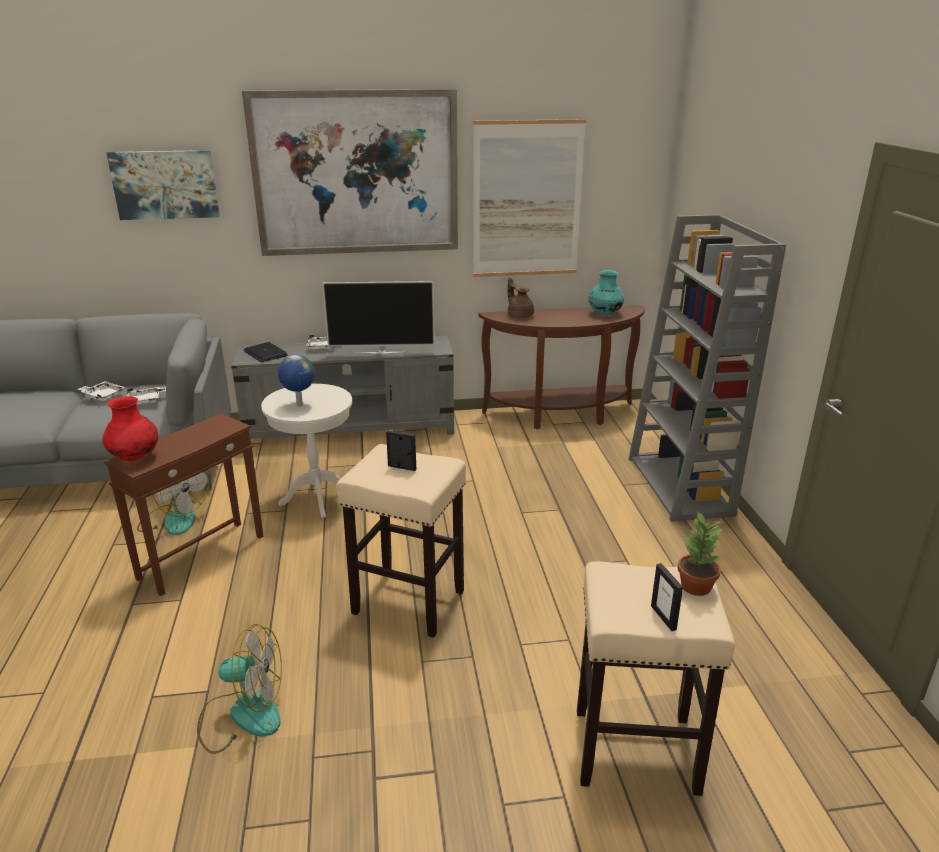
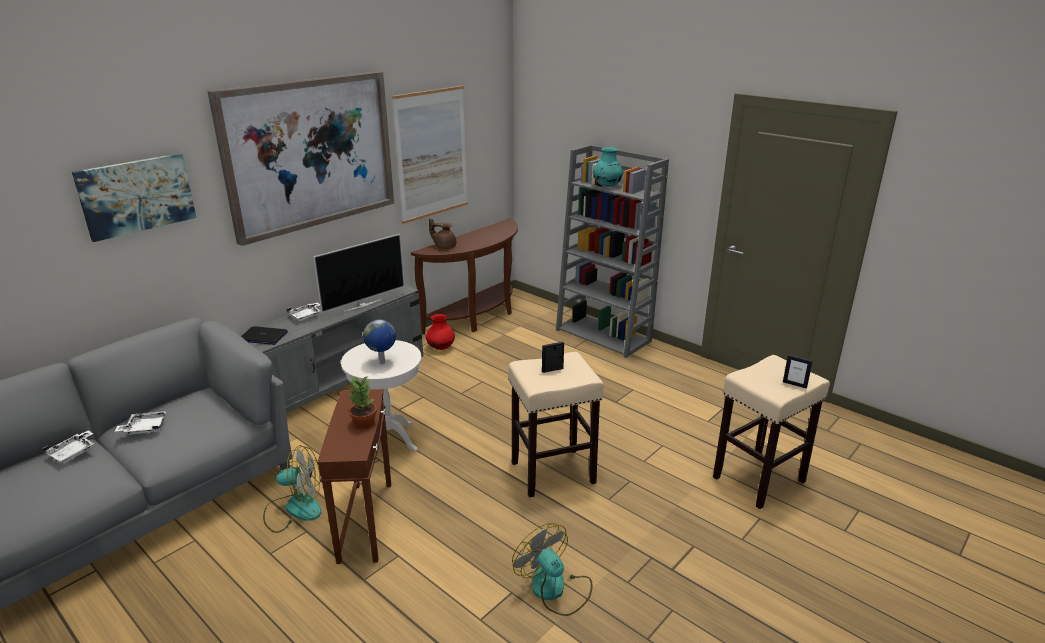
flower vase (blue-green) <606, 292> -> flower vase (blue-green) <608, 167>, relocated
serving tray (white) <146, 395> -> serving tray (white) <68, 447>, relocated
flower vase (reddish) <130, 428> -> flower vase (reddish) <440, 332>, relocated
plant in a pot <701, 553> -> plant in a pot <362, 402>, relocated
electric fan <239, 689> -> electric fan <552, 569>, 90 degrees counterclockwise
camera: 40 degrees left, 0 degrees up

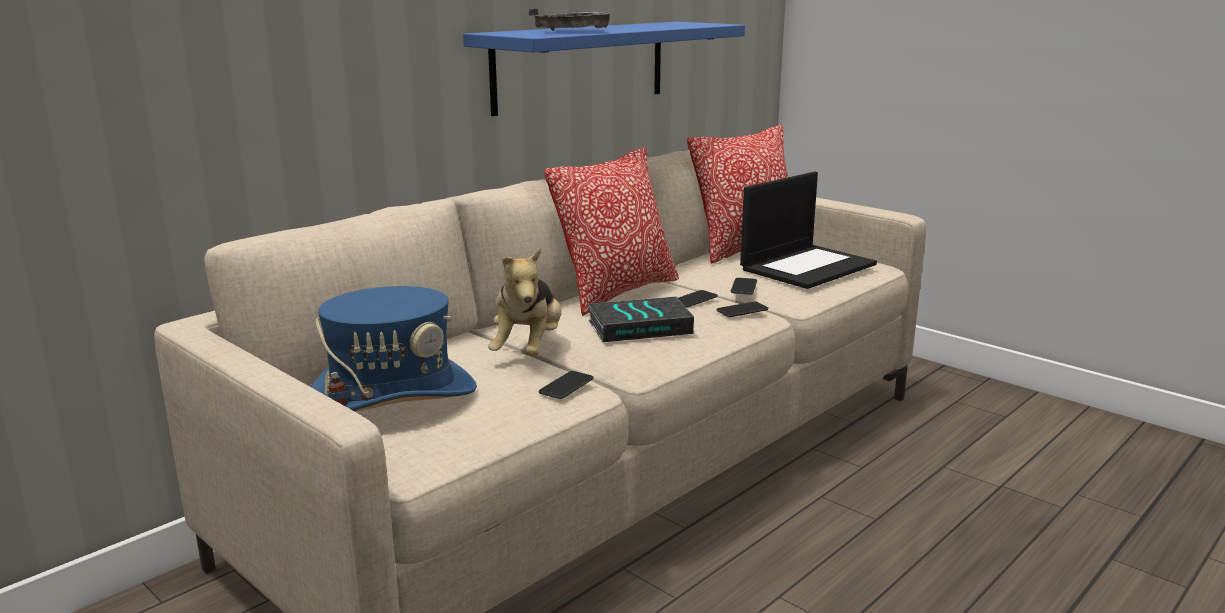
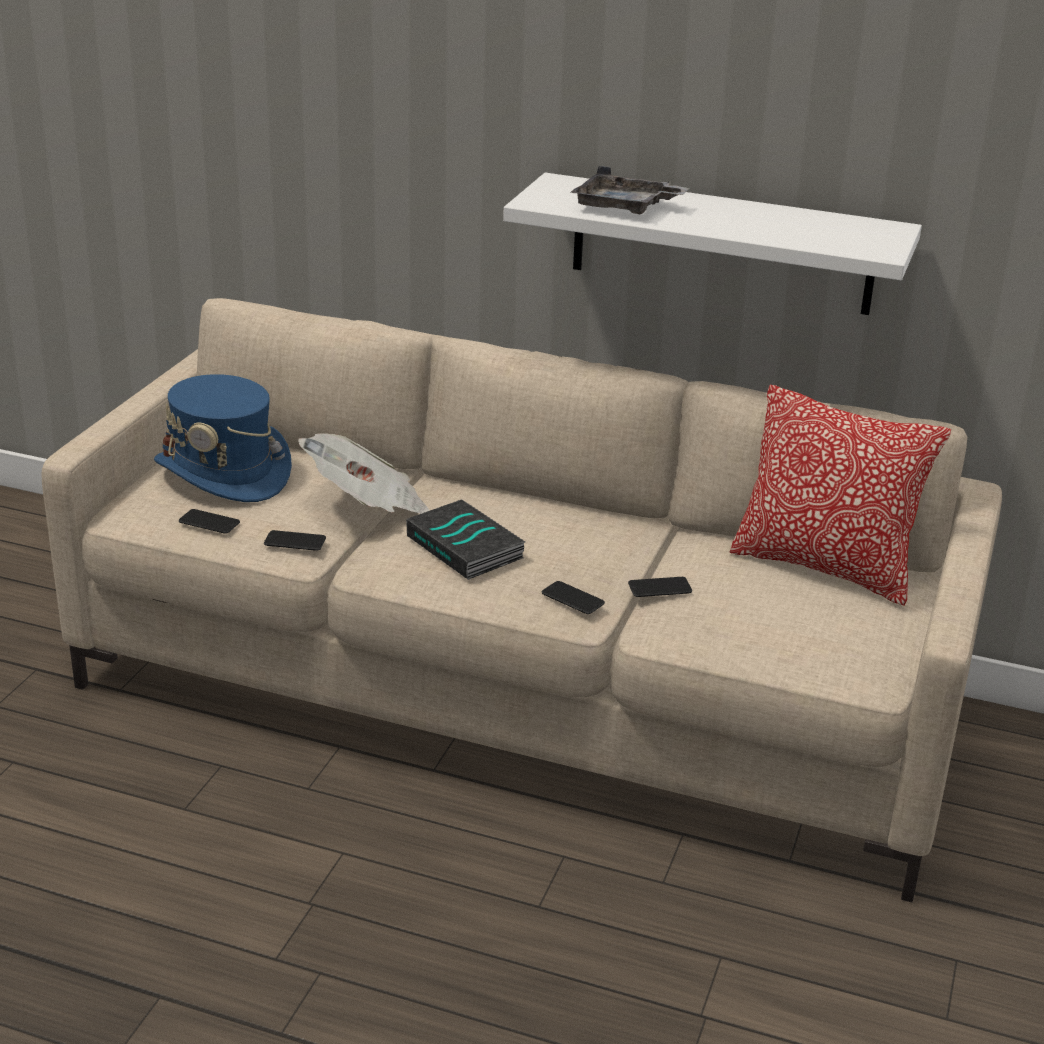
shelf (blue-coloured) <604, 69> -> shelf (white) <712, 244>
throw pillow <611, 231> -> none
portable computer <808, 230> -> none
plush toy <525, 302> -> newspaper <364, 473>
handset <698, 298> -> handset <209, 521>, relocated
camera: 65 degrees right, 10 degrees up

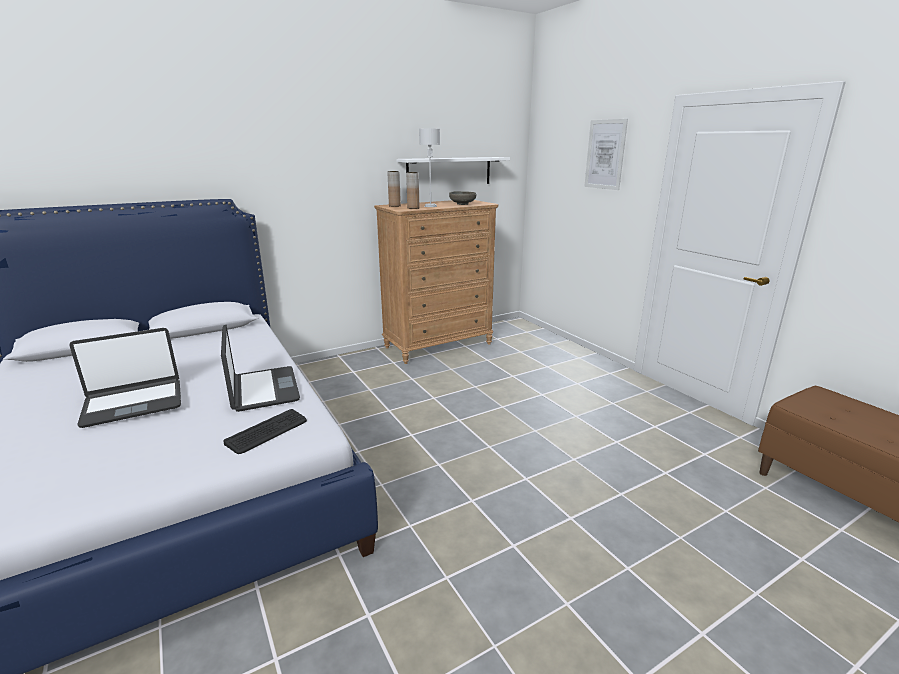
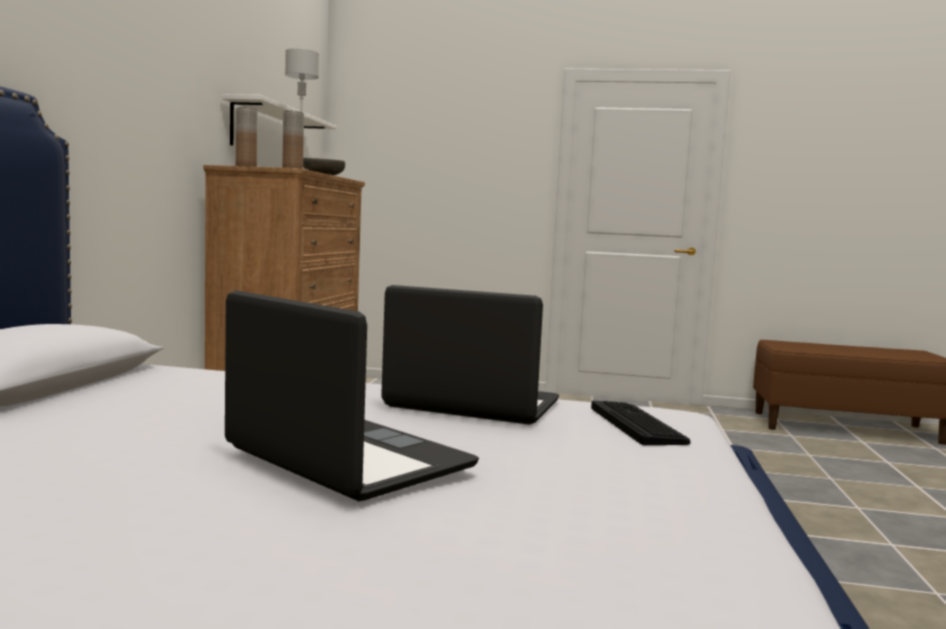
picture <606, 154> -> none
portable computer <125, 378> -> portable computer <352, 395>, 60 degrees counterclockwise
camera: 50 degrees left, 15 degrees down

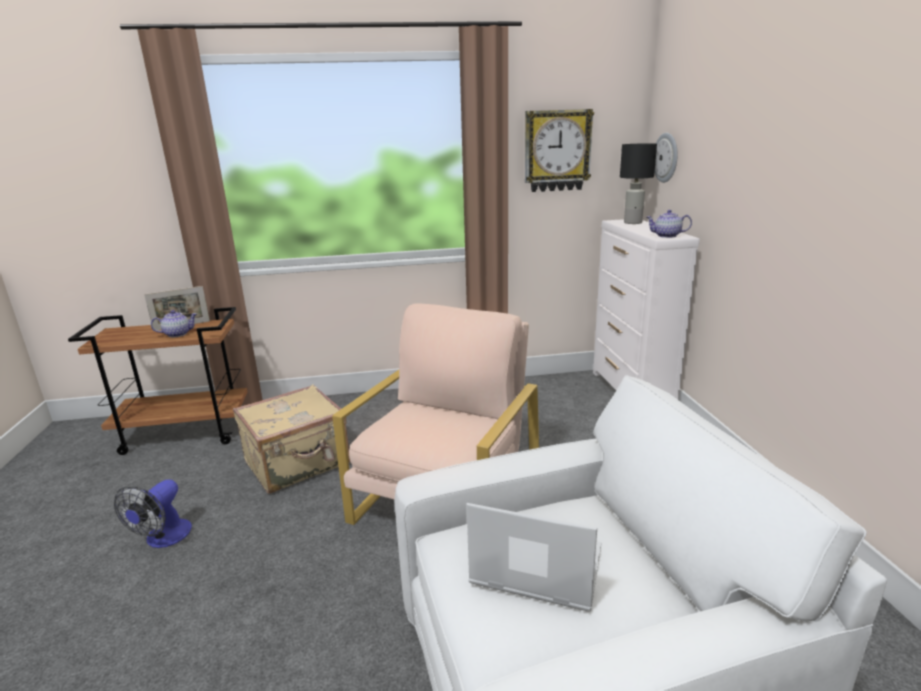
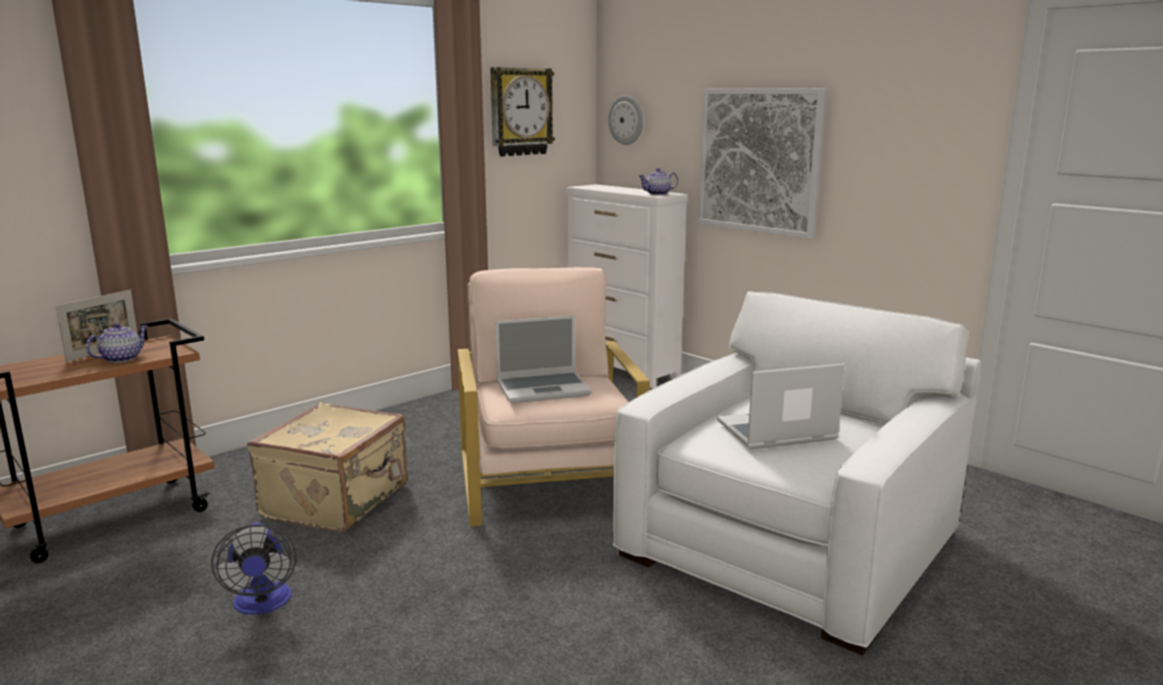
lamp for a table (black) <638, 183> -> none
none -> picture <762, 163>
none -> portable computer <543, 359>
camera: 35 degrees left, 5 degrees down

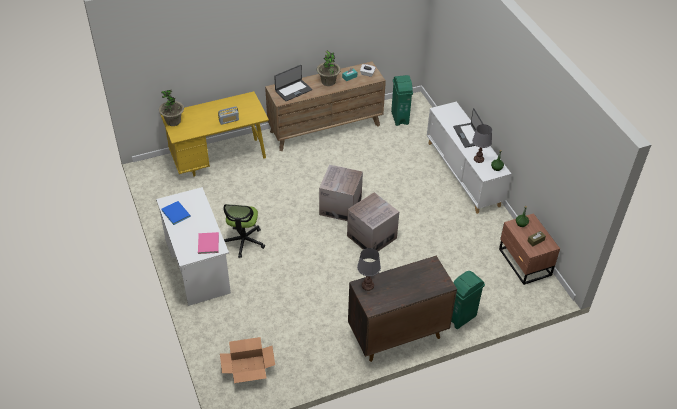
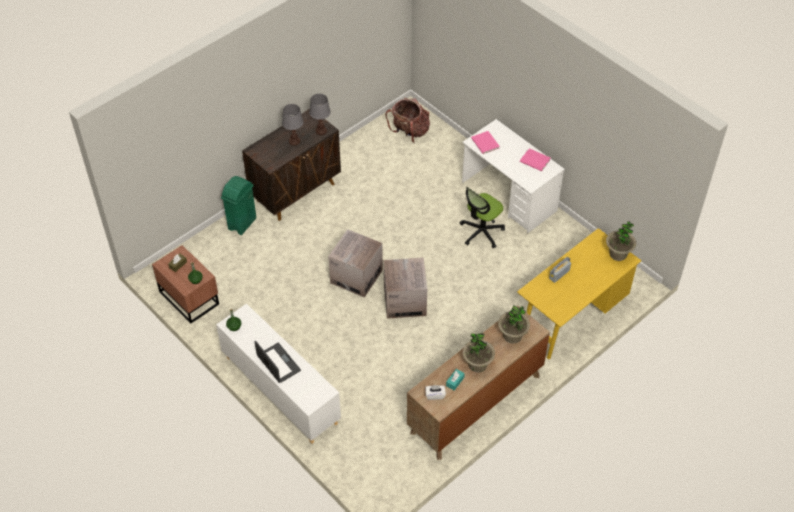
portable computer <293, 83> -> plant in a pot <514, 324>
waste bin (greenish) <402, 100> -> none
lamp for a table (greyish) <482, 143> -> lamp for a table (greyish) <292, 125>, relocated
volume (blue-coloured) <176, 213> -> volume (pinkish) <535, 159>
office chair <244, 231> -> office chair <482, 217>, 120 degrees counterclockwise
cardboard box <247, 360> -> knapsack <407, 120>
camera: 160 degrees right, 5 degrees up

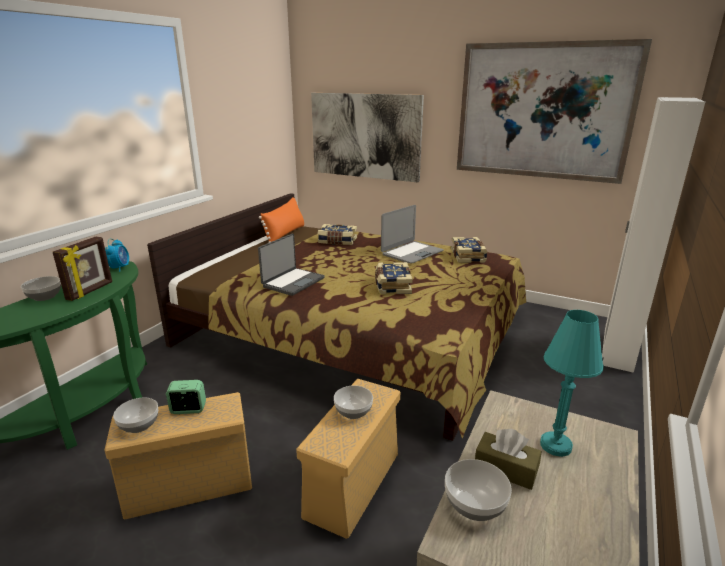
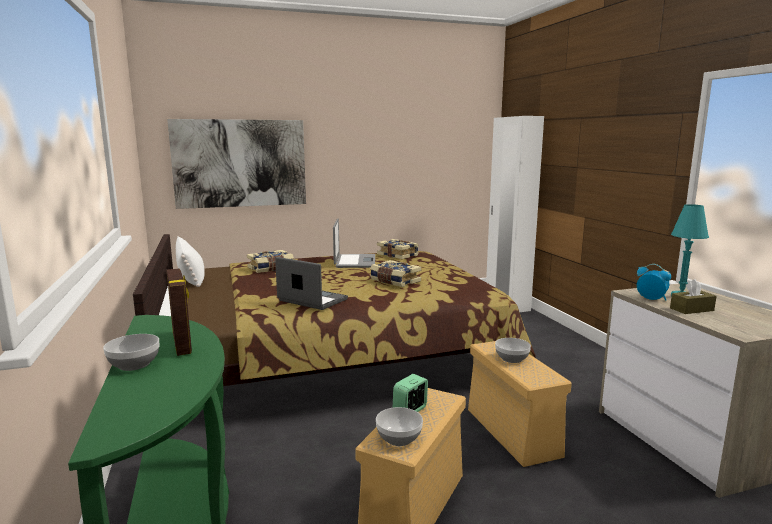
picture <554, 111> -> none
throw pillow (orangey) <281, 220> -> throw pillow (white) <190, 261>
portable computer <291, 265> -> portable computer <311, 283>, 45 degrees counterclockwise
alarm clock <117, 255> -> alarm clock <654, 282>, relocated
bowl <478, 490> -> none
camera: 45 degrees left, 10 degrees down

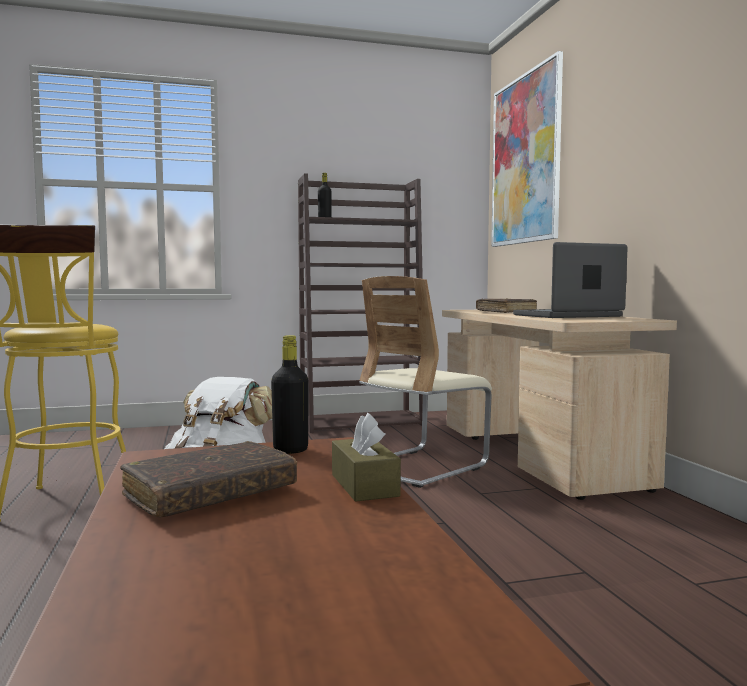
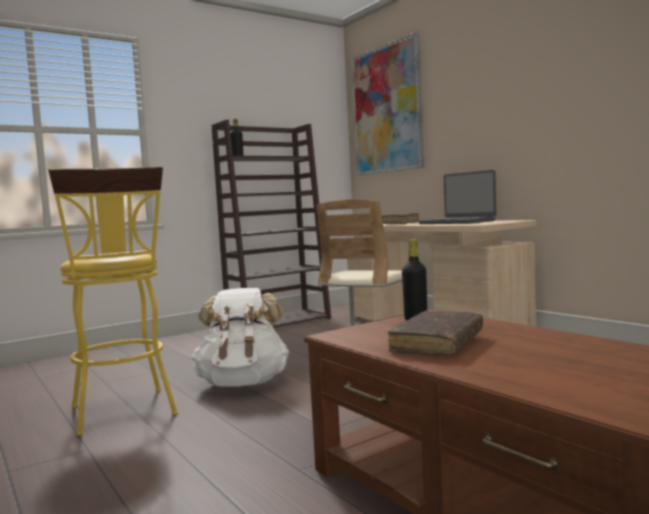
portable computer <570, 280> -> portable computer <458, 197>, 90 degrees counterclockwise
tissue box (brown) <366, 457> -> none
camera: 20 degrees left, 0 degrees up

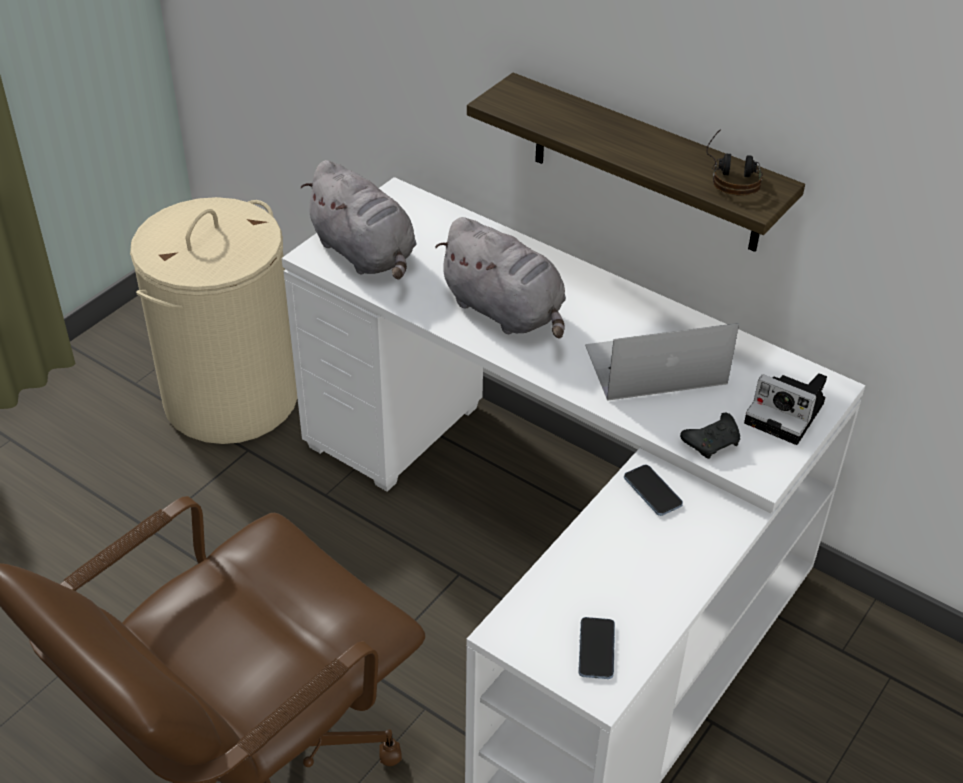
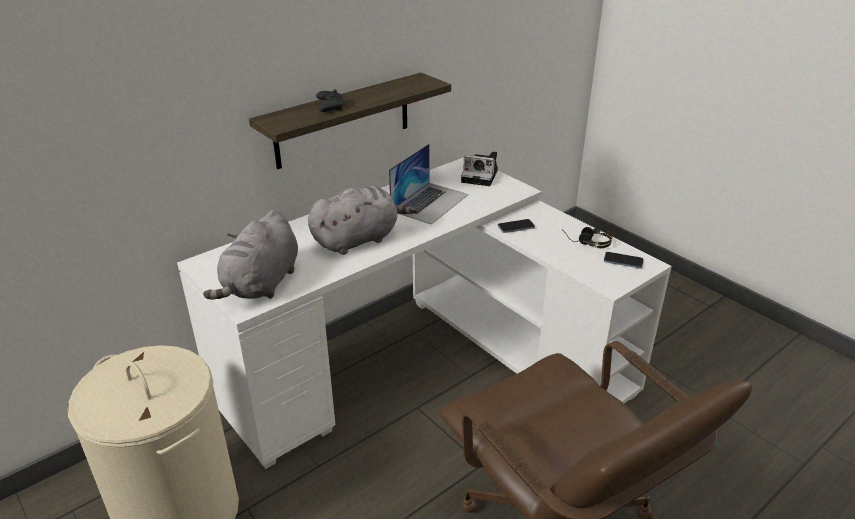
headphones <734, 162> -> headphones <587, 237>, relocated
plush toy (greyish) <359, 220> -> plush toy (greyish) <250, 255>, 135 degrees clockwise
portable computer <662, 362> -> portable computer <428, 184>, 150 degrees counterclockwise
still camera <785, 409> -> still camera <479, 169>, 60 degrees clockwise
joypad (black) <710, 436> -> joypad (black) <330, 101>, relocated
camera: 75 degrees left, 10 degrees down

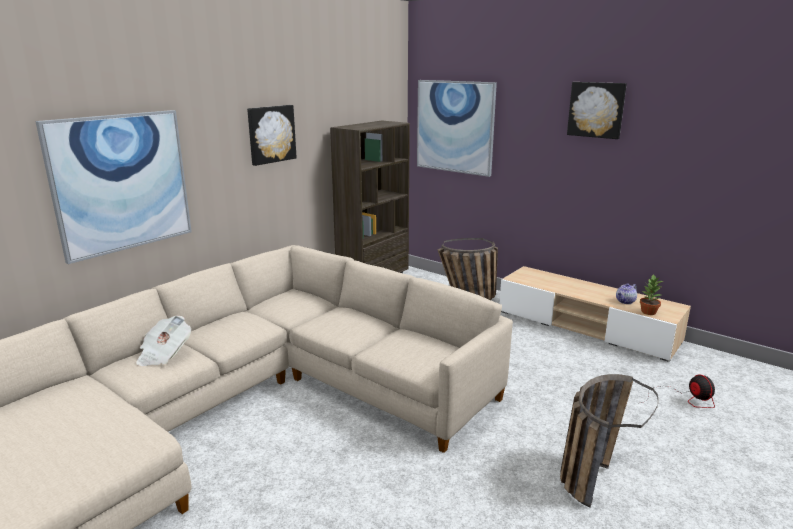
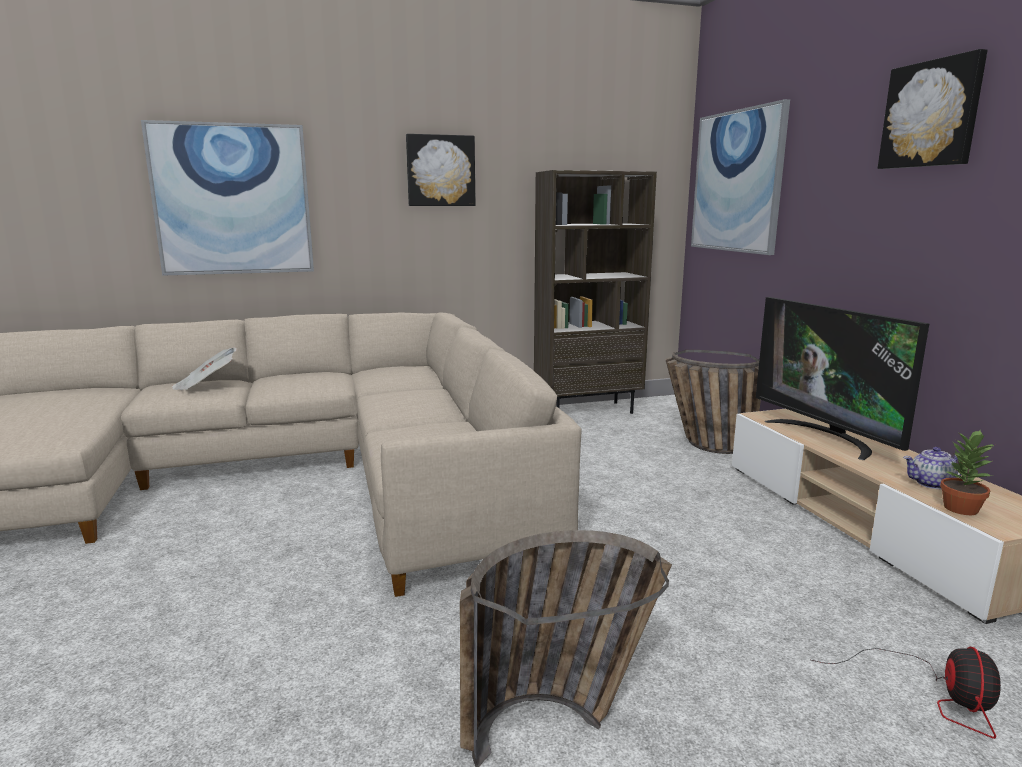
none -> TV set <842, 378>
camera: 35 degrees right, 5 degrees down

